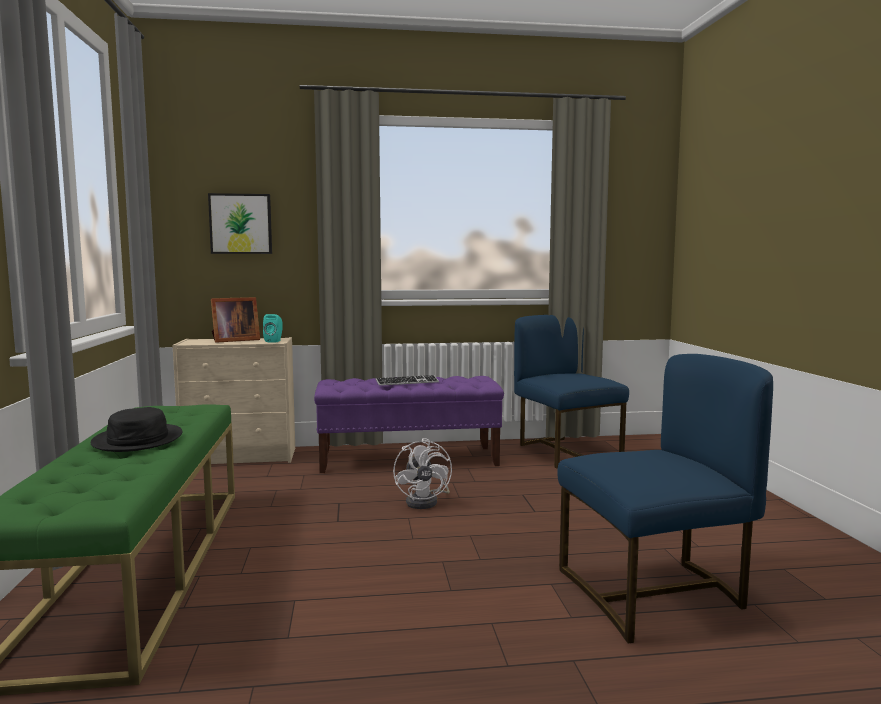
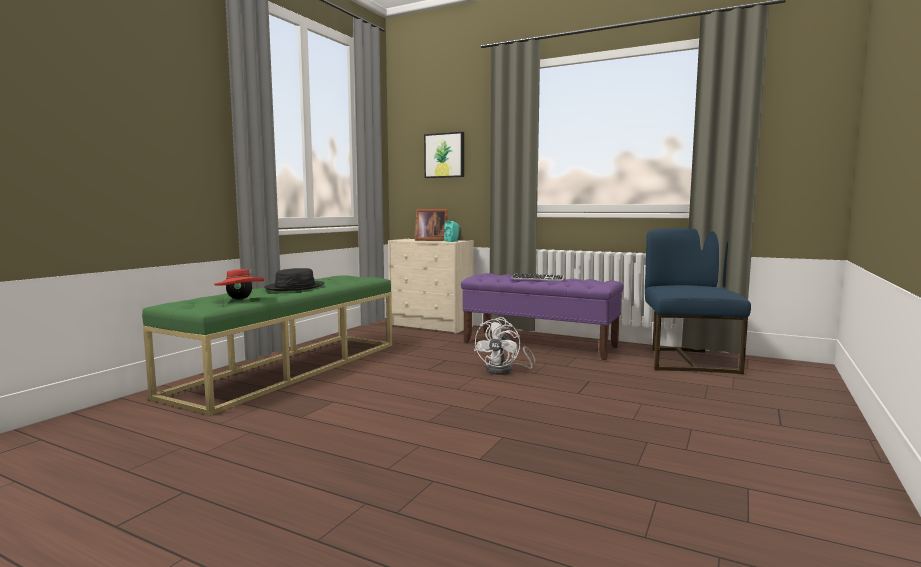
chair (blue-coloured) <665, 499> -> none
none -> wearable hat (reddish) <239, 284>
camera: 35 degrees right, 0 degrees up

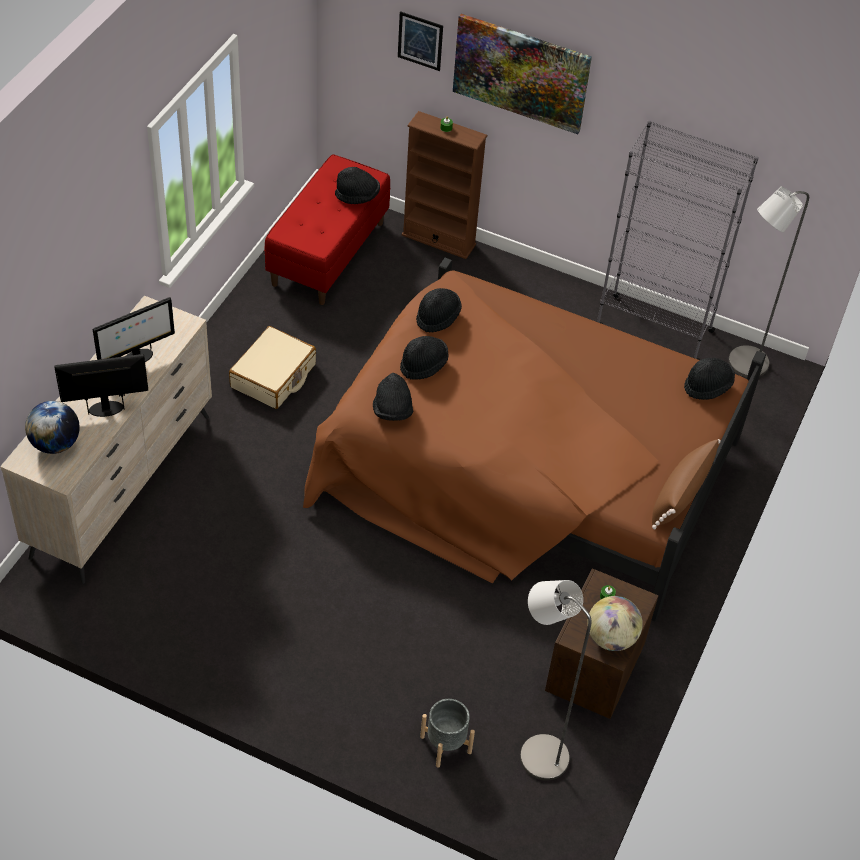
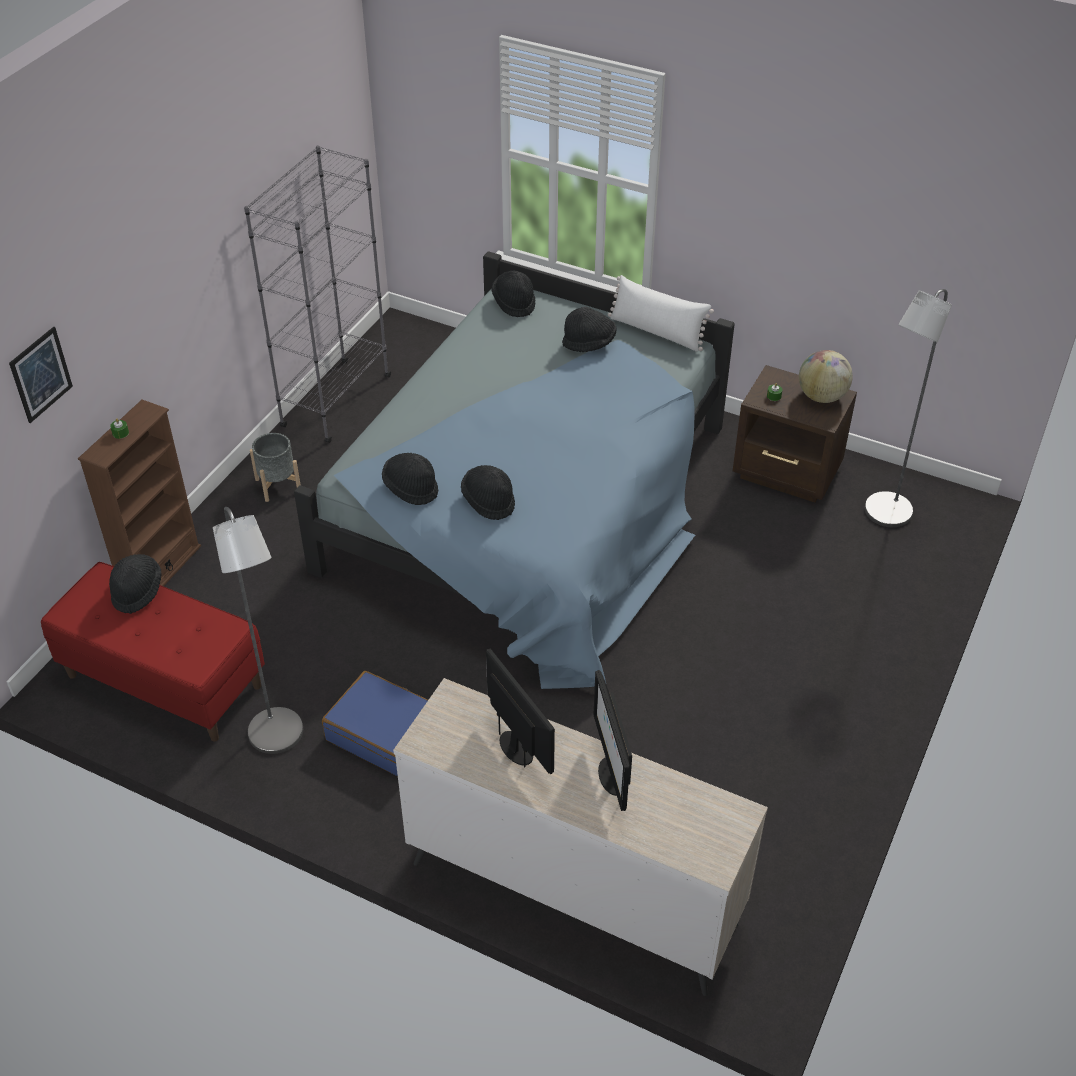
picture <522, 74> -> none
standing lamp (greyish) <768, 281> -> standing lamp (greyish) <258, 630>, relocated
bed (brown) <534, 440> -> bed (blue-coloured) <514, 470>
piece of luggage (beige) <272, 367> -> piece of luggage (blue-coloured) <375, 723>
wearable hat (black) <393, 397> -> wearable hat (black) <589, 329>, relocated
desk globe <52, 427> -> none
throw pillow (brown) <686, 484> -> throw pillow (white) <661, 313>
plant pot (greyish) <447, 733> -> plant pot (greyish) <275, 467>, relocated
camera: 85 degrees left, 5 degrees down

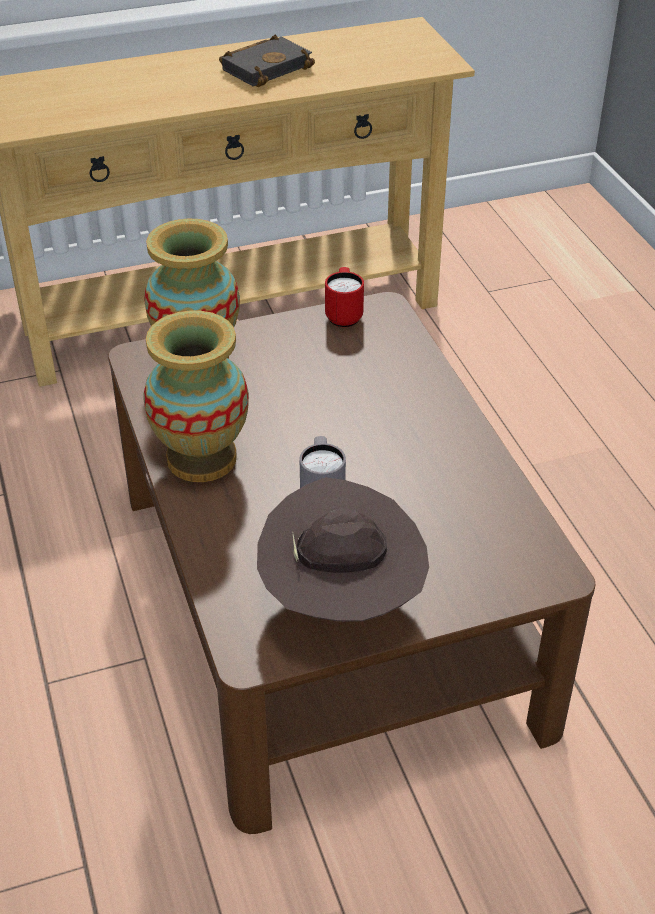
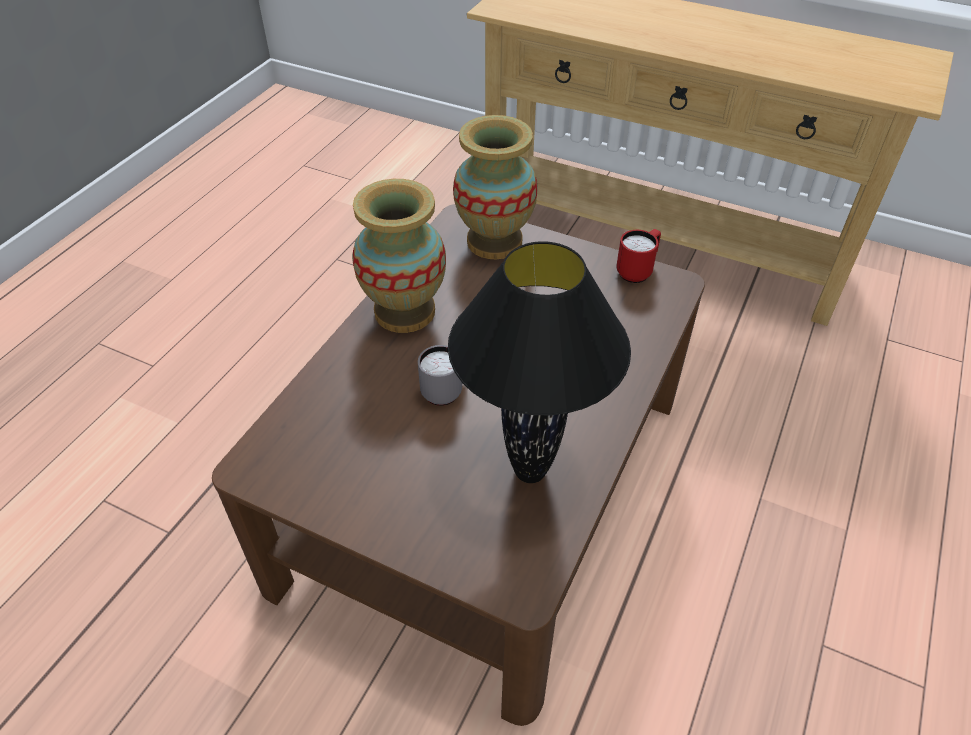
volume (black) <267, 61> -> none
wearable hat (brown) <343, 549> -> none
none -> lamp for a table (black) <539, 362>
camera: 45 degrees right, 5 degrees up

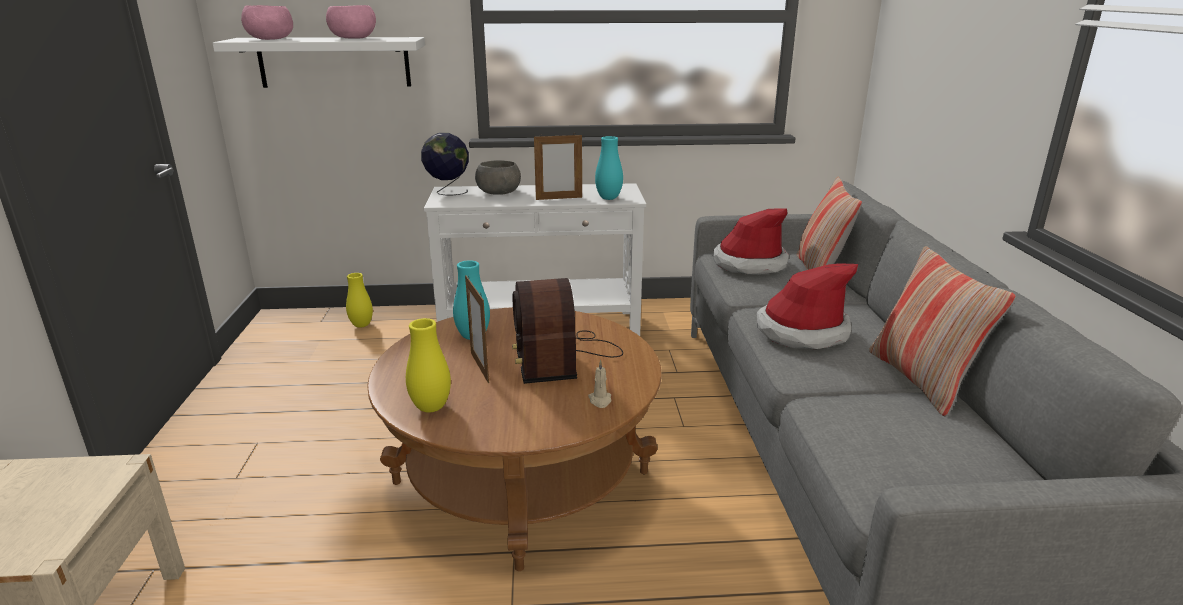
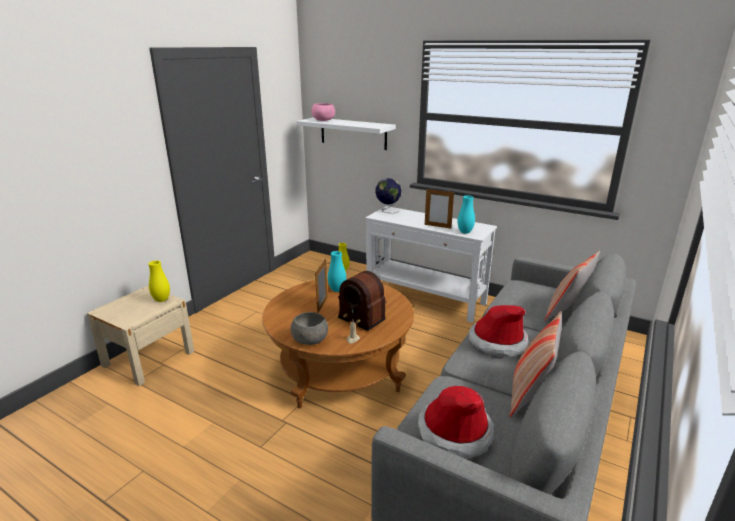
bowl (pinkish) <351, 22> -> none
bowl (greyish) <498, 177> -> bowl (greyish) <309, 328>, relocated
wearable hat <751, 241> -> wearable hat <456, 422>, relocated
radio receiver <567, 331> -> radio receiver <362, 301>, 75 degrees counterclockwise
flower vase (yellow-coloured) <428, 365> -> flower vase (yellow-coloured) <159, 281>, relocated
camera: 35 degrees right, 0 degrees up

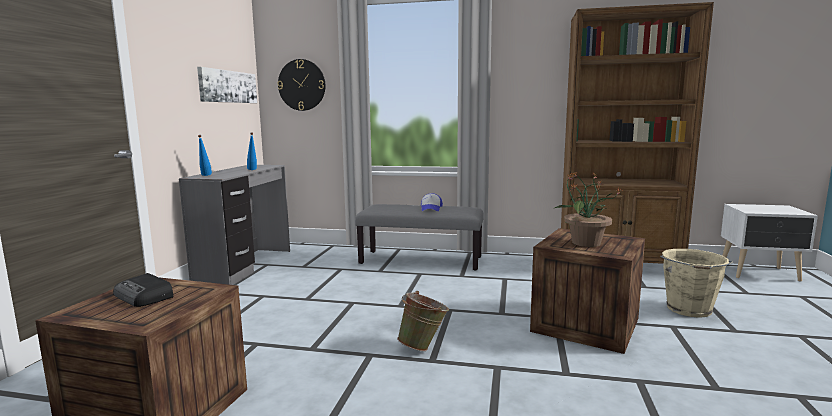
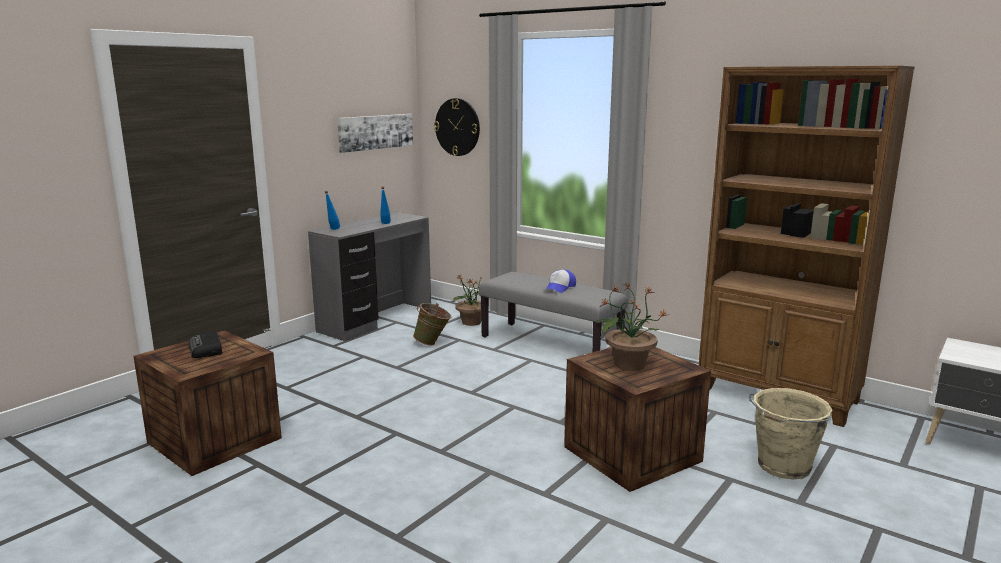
water bucket (greenish) <423, 321> -> water bucket (greenish) <432, 324>, relocated
none -> plant in a pot <472, 300>
camera: 25 degrees right, 5 degrees up

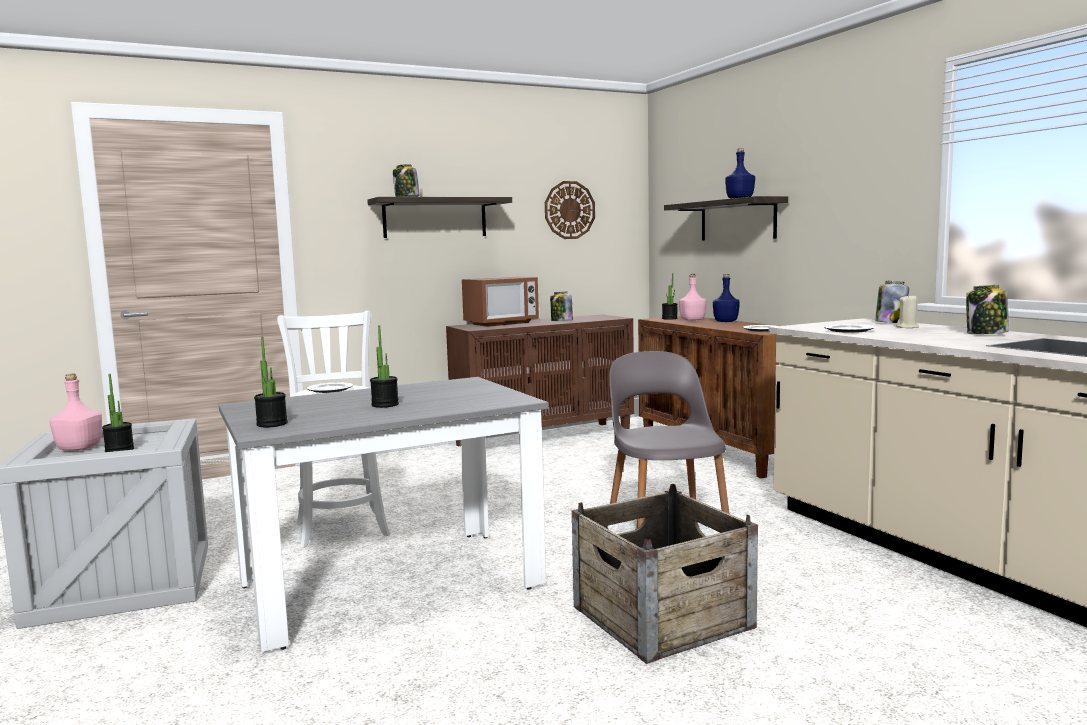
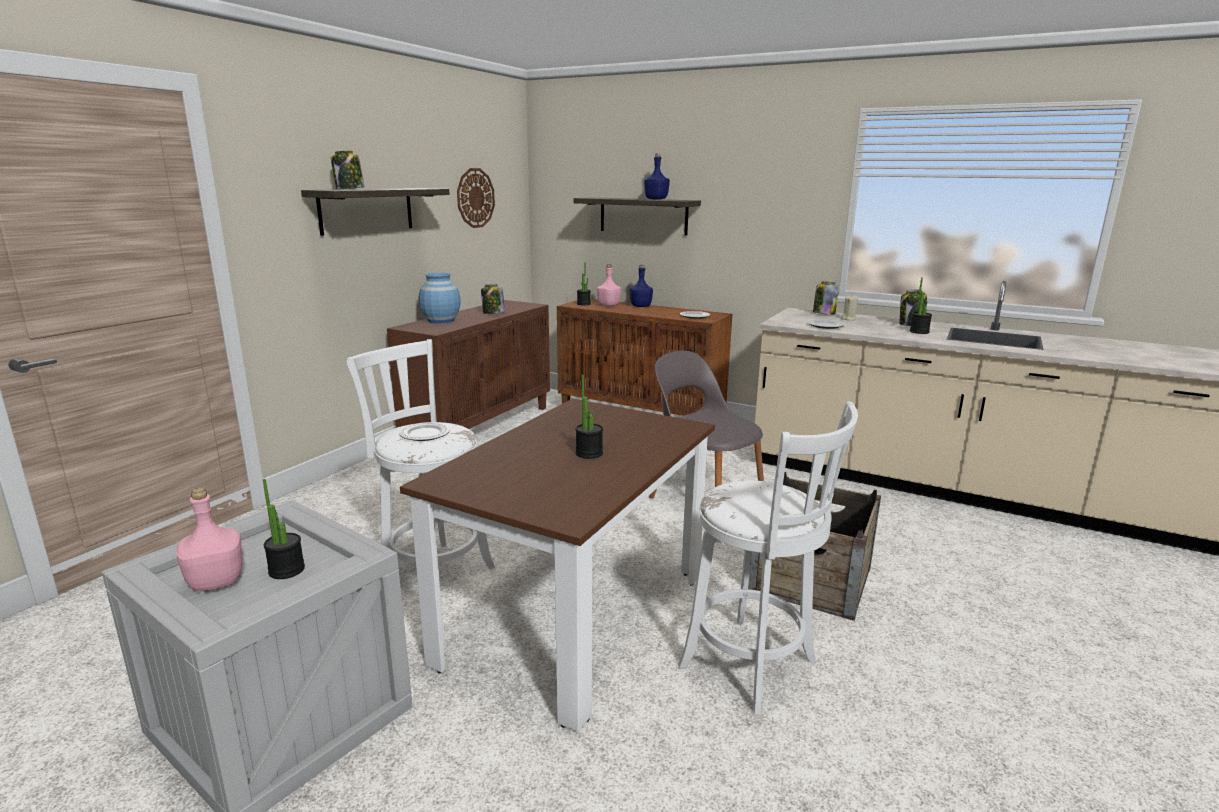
microwave <500, 302> -> flower vase (blue-coloured) <440, 298>
plant in a pot <271, 382> -> plant in a pot <921, 305>, relocated
kitchen table (greyish) <384, 514> -> kitchen table (brown) <557, 565>
none -> sitting stool (white) <768, 558>
camera: 35 degrees left, 10 degrees up

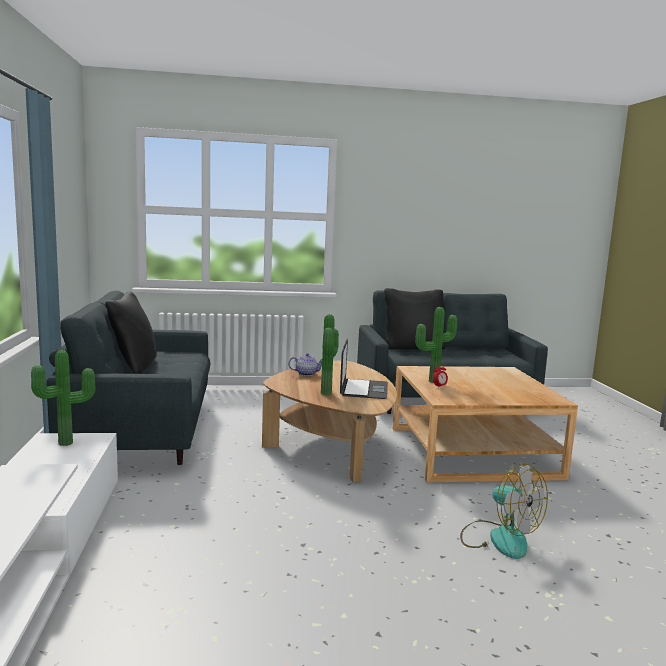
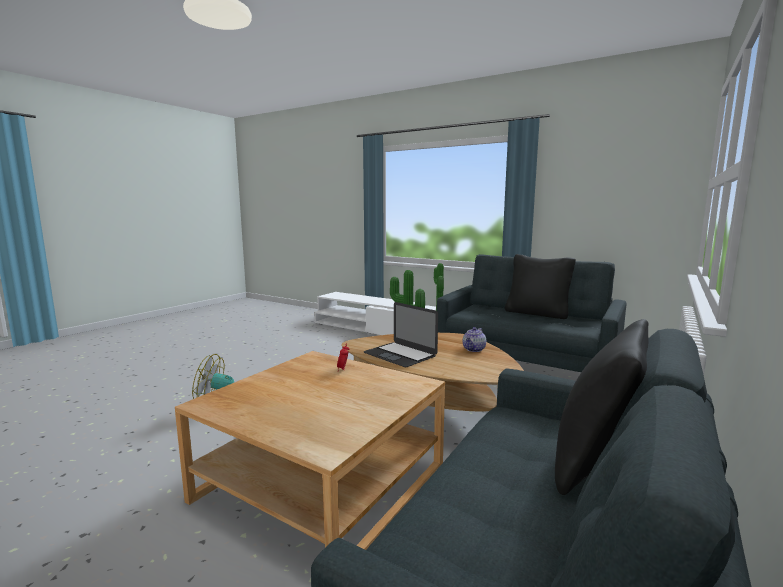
plant in a pot <436, 345> -> none
camera: 130 degrees right, 0 degrees up

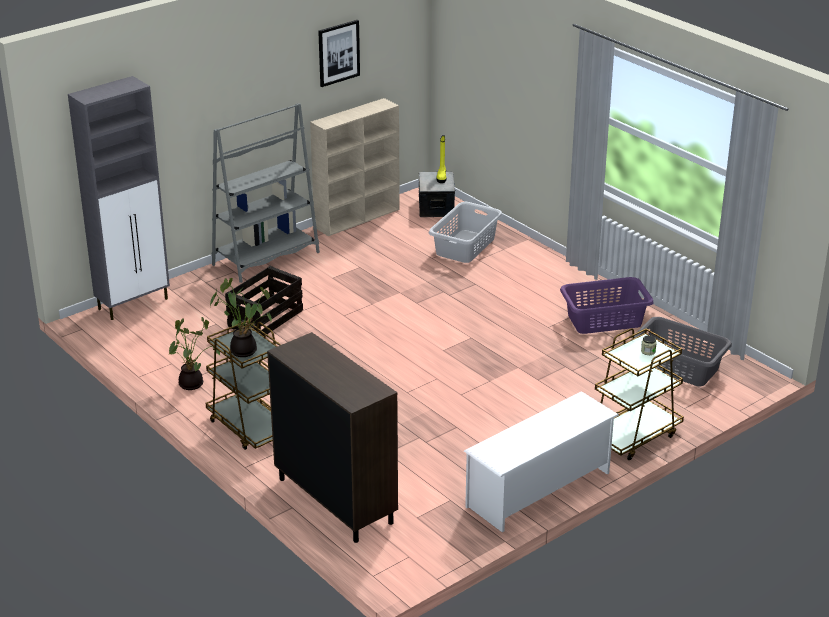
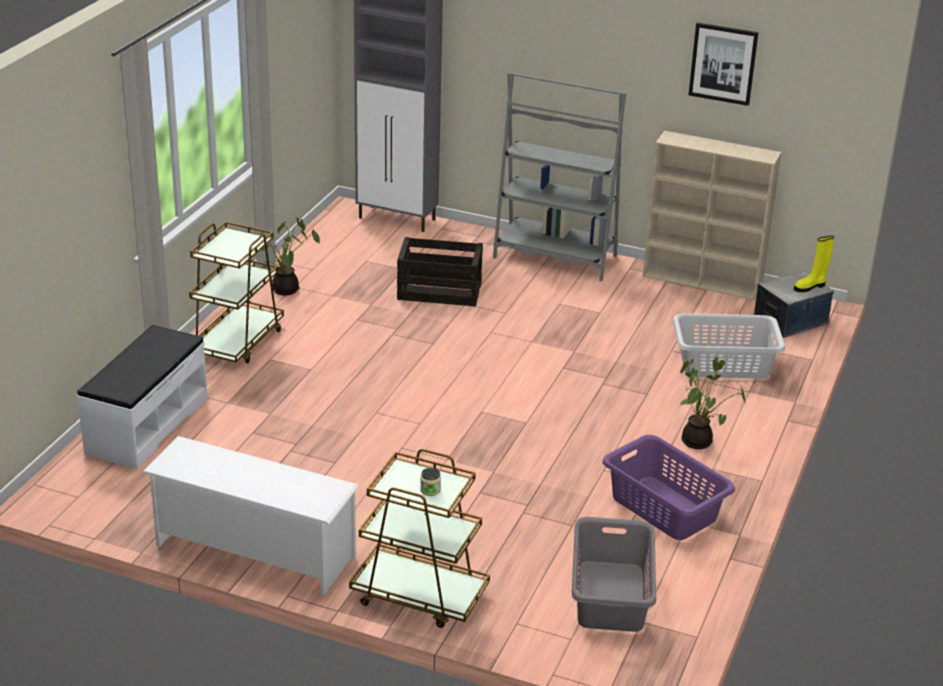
plant in a pot <241, 317> -> plant in a pot <712, 403>, relocated
storage cabinet (brown) <332, 437> -> indoor bench (white) <142, 397>
camera: 60 degrees right, 0 degrees up

